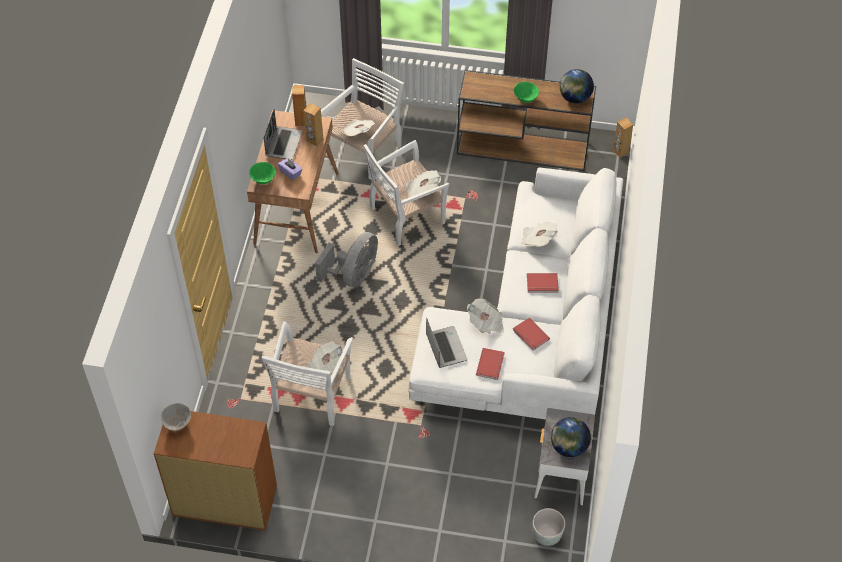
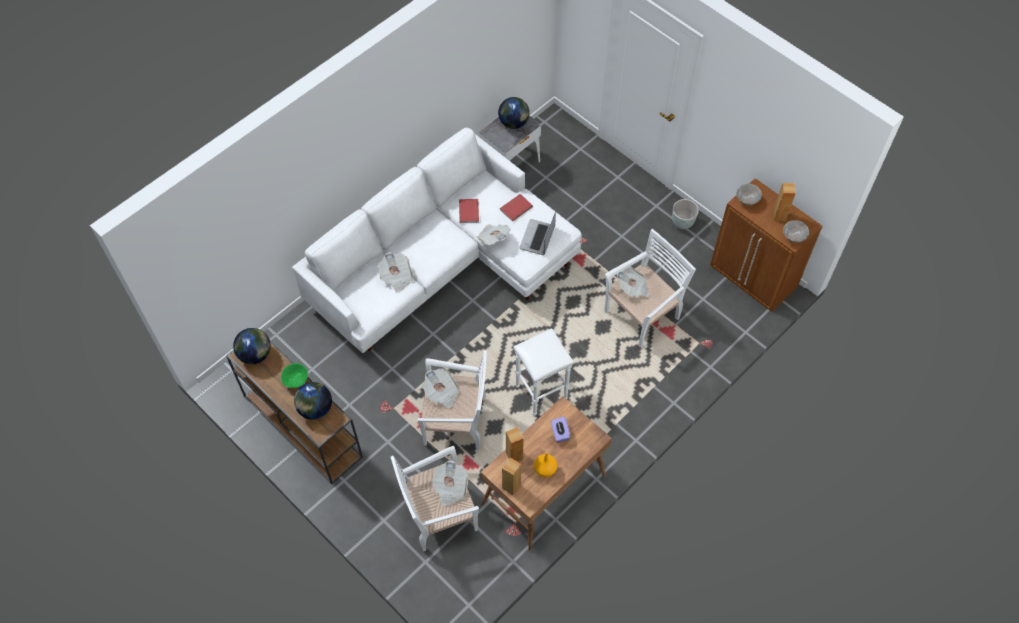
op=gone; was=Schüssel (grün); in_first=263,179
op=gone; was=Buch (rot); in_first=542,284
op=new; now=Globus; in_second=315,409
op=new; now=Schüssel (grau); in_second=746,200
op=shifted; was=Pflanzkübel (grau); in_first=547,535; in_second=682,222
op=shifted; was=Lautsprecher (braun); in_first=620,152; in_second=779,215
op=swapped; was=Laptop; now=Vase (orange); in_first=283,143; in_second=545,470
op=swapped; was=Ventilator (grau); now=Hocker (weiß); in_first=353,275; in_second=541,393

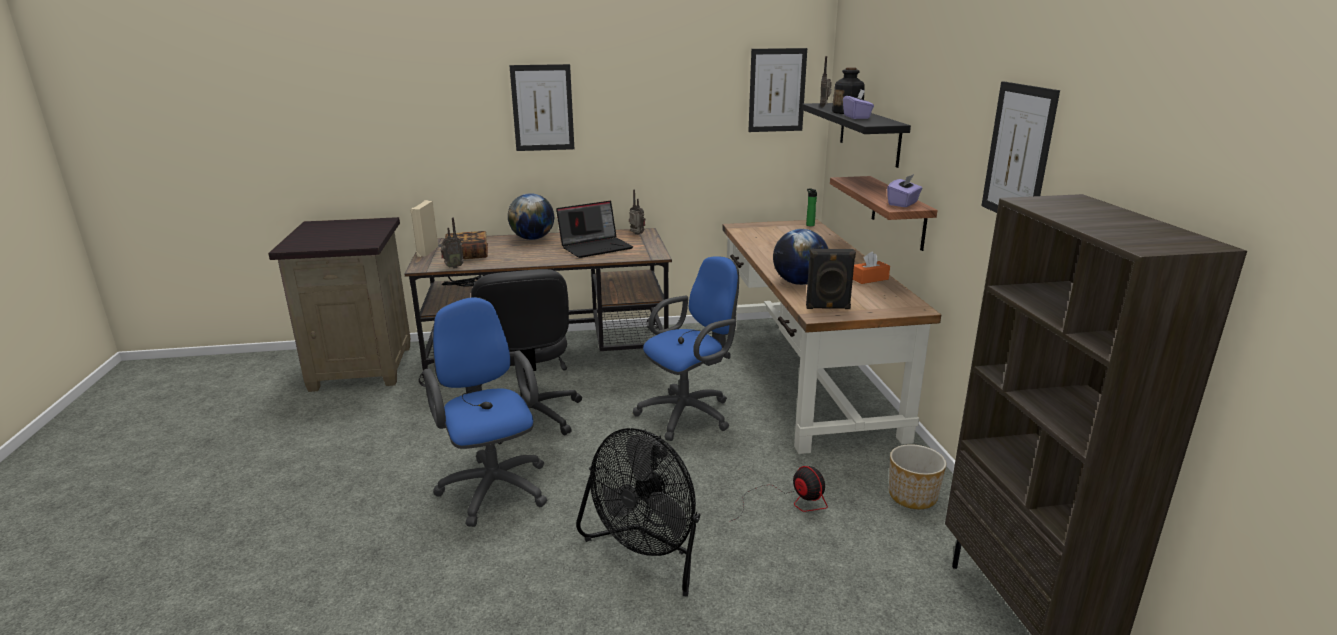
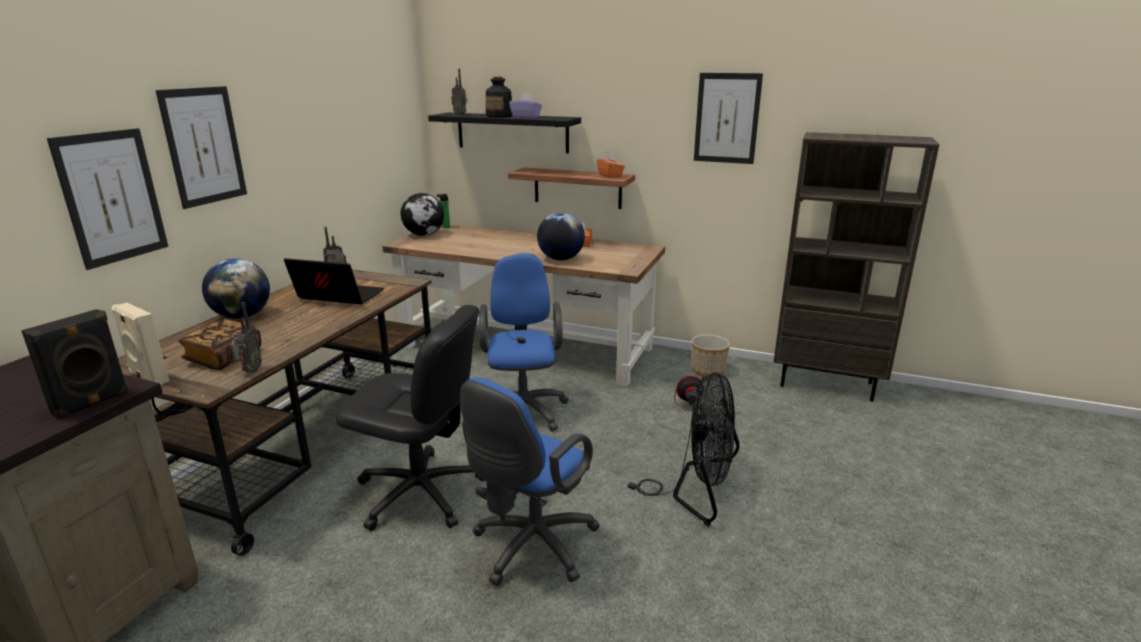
op=new; now=Globus; in_second=424,234
op=shifted; was=Bild; in_first=777,90; in_second=112,197
op=shifted; was=Lautsprecher (schwarz); in_first=828,307; in_second=92,403
op=repainted; was=Taschentuchbox (lila); now=Taschentuchbox (orange); in_first=903,203; in_second=610,175
op=rotated; was=Bürostuhl (blau); in_first=493,485; in_second=530,548; clockwise=-60
op=rotated; was=Laptop; in_first=596,247; in_second=337,297; clockwise=-75
op=rotated; was=Ventilator (schwarz); in_first=647,549; in_second=695,487; clockwise=-45

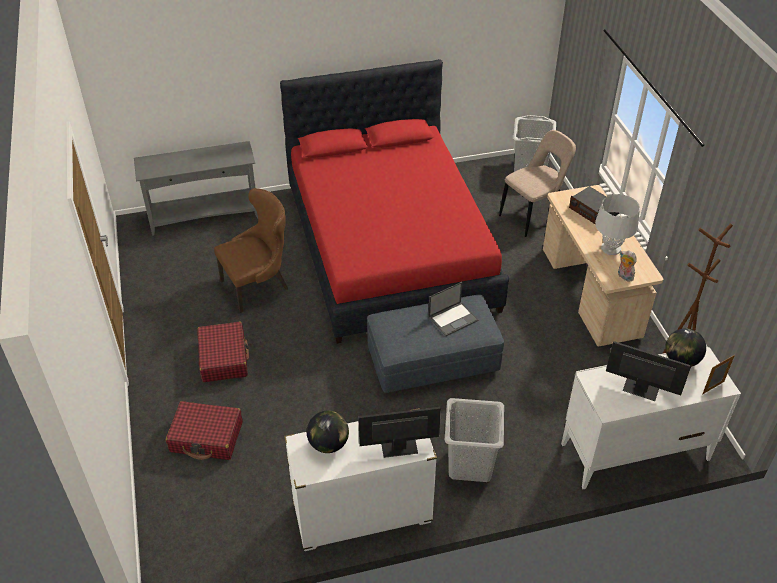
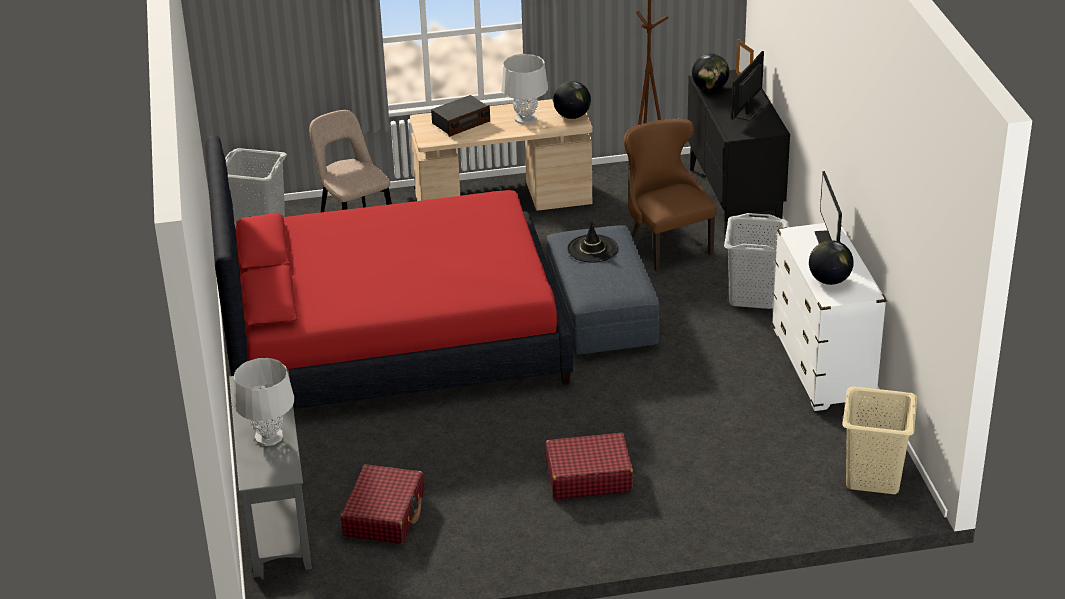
op=new; now=Tischlampe (grau); in_second=268,437
op=new; now=Wäschekorb (beige); in_second=874,477
op=shifted; was=Koffer (rot); in_first=206,437; in_second=384,515
op=shifted; was=Stuhl (braun); in_first=258,286; in_second=666,244
op=swapped; was=Laptop; now=Hut (schwarz); in_first=453,318; in_second=592,249
op=swapped; was=Plüschtier; now=Globus; in_first=624,276; in_second=572,116
op=repainted; was=Schrank (weiß); now=Schrank (schwarz); in_first=634,451; in_second=734,200

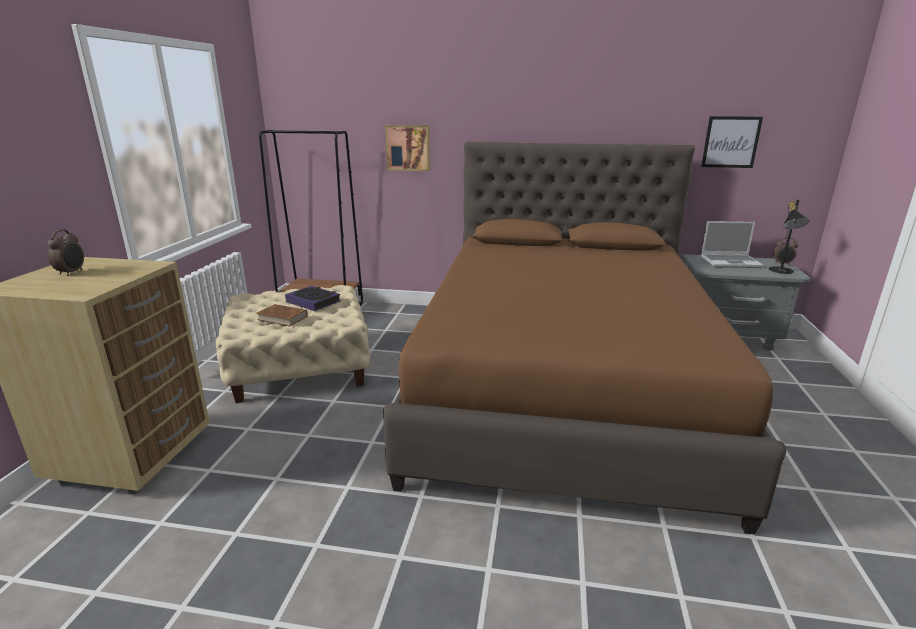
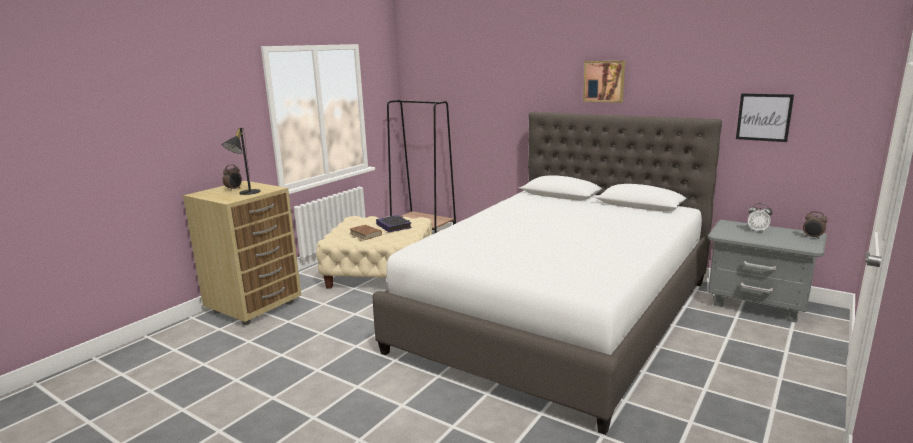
op=shifted; was=Bild; in_first=408,147; in_second=604,81
op=shifted; was=Tischlampe (schwarz); in_first=781,271; in_second=245,193
op=swapped; was=Laptop; now=Wecker; in_first=730,262; in_second=757,230
op=repainted; was=Bett (braun); now=Bett (weiß); in_first=563,384; in_second=558,315

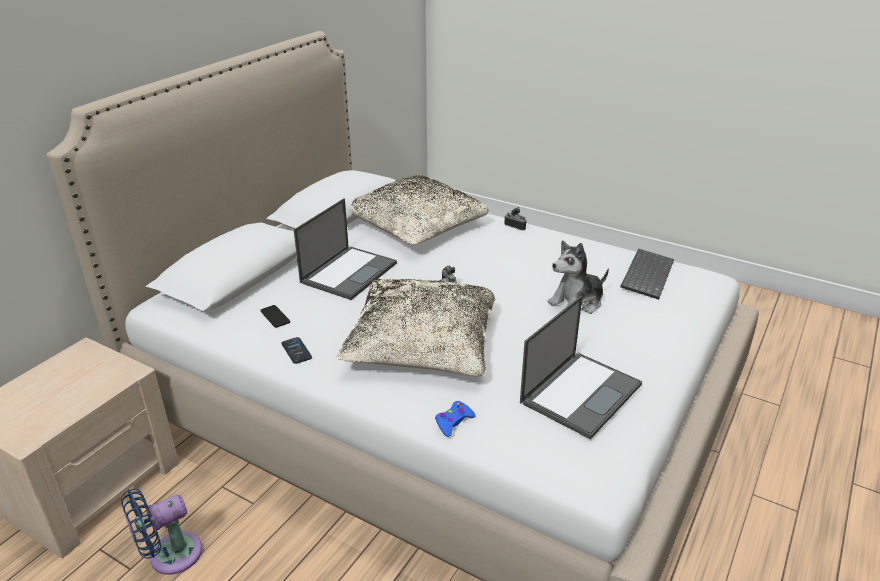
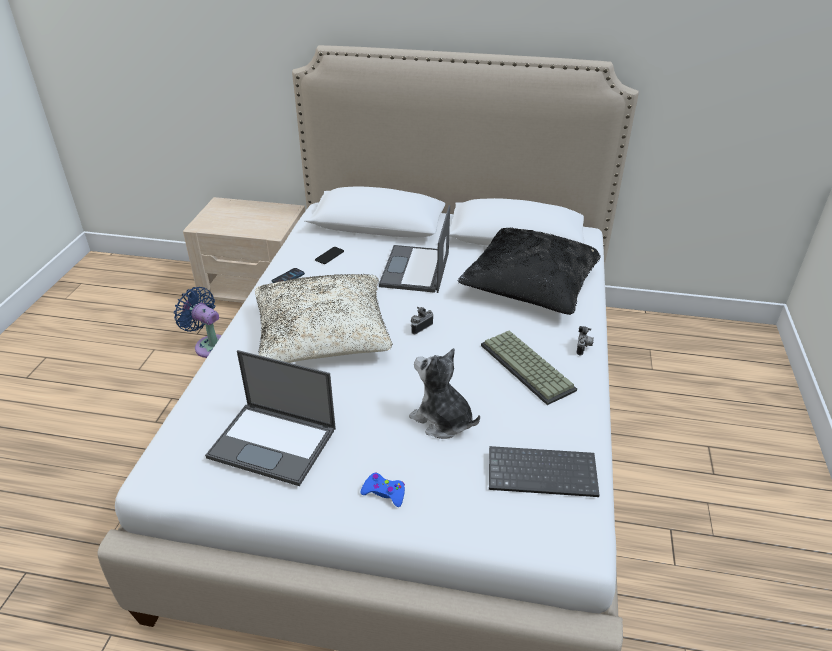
op=new; now=Tastatur; in_second=529,367
op=shifted; was=Gamepad (blau); in_first=453,422; in_second=384,493
op=repainted; was=Kissen (beige); now=Kissen (schwarz); in_first=416,224; in_second=530,283
op=rotated; was=Laptop; in_first=349,272; in_second=415,270; clockwise=90

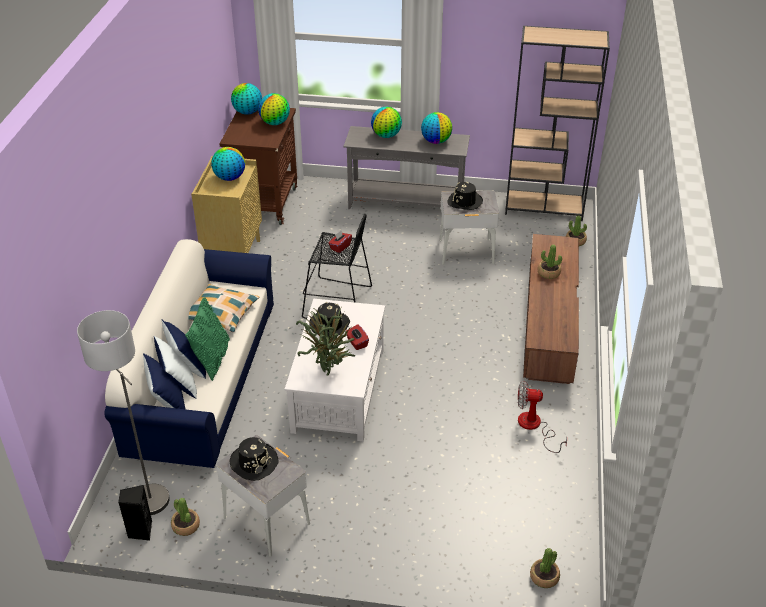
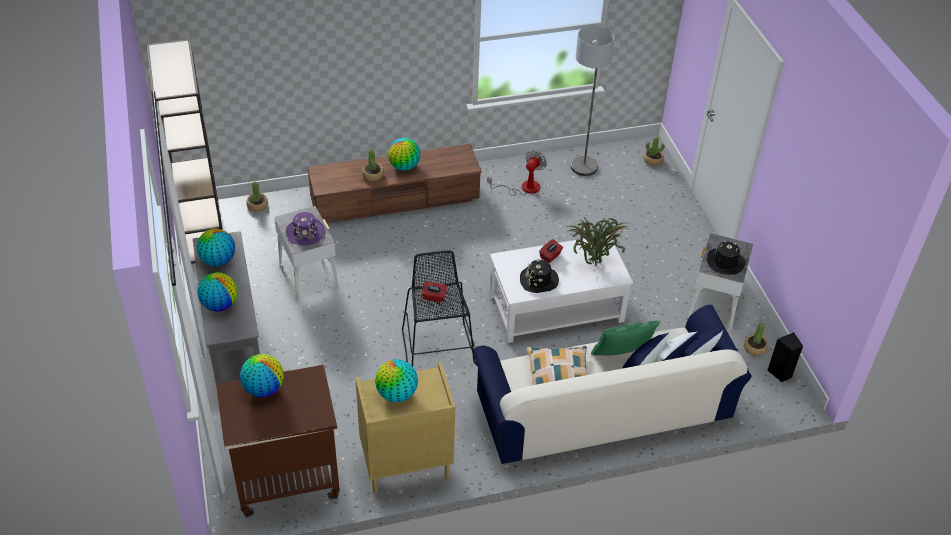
op=shifted; was=Stehlampe (grau); in_first=145,494; in_second=580,172
op=shifted; was=Globus; in_first=247,112; in_second=404,166
op=repainted; was=Hut (schwarz); now=Hut (lila); in_first=464,202; in_second=305,232
op=rotated; was=Ventilator; in_first=534,427; in_second=523,188; clockwise=-135

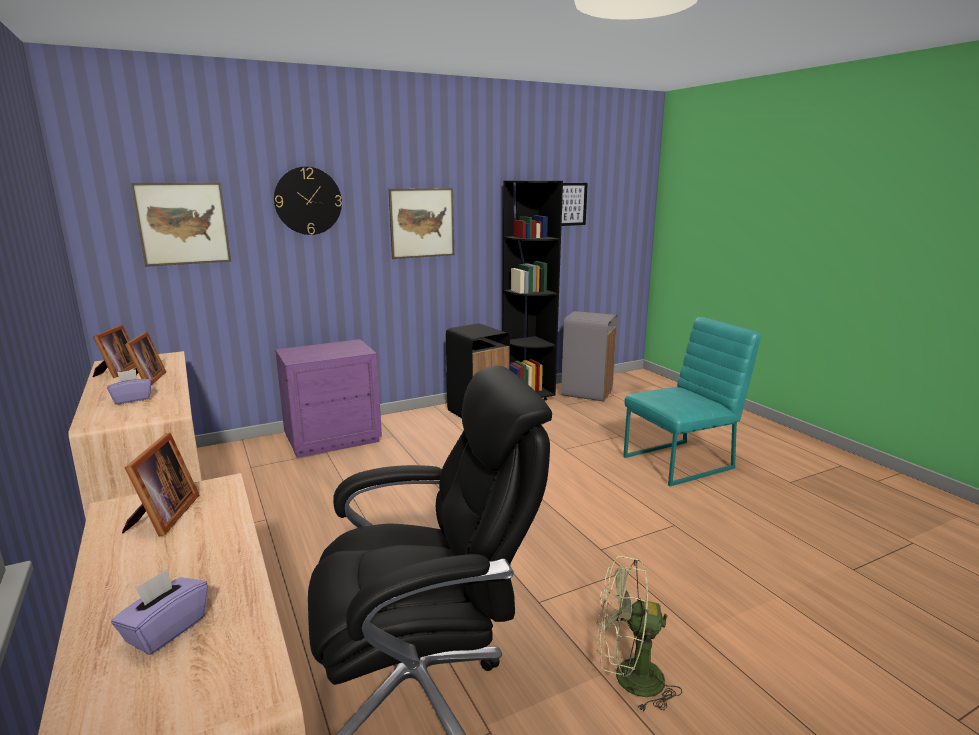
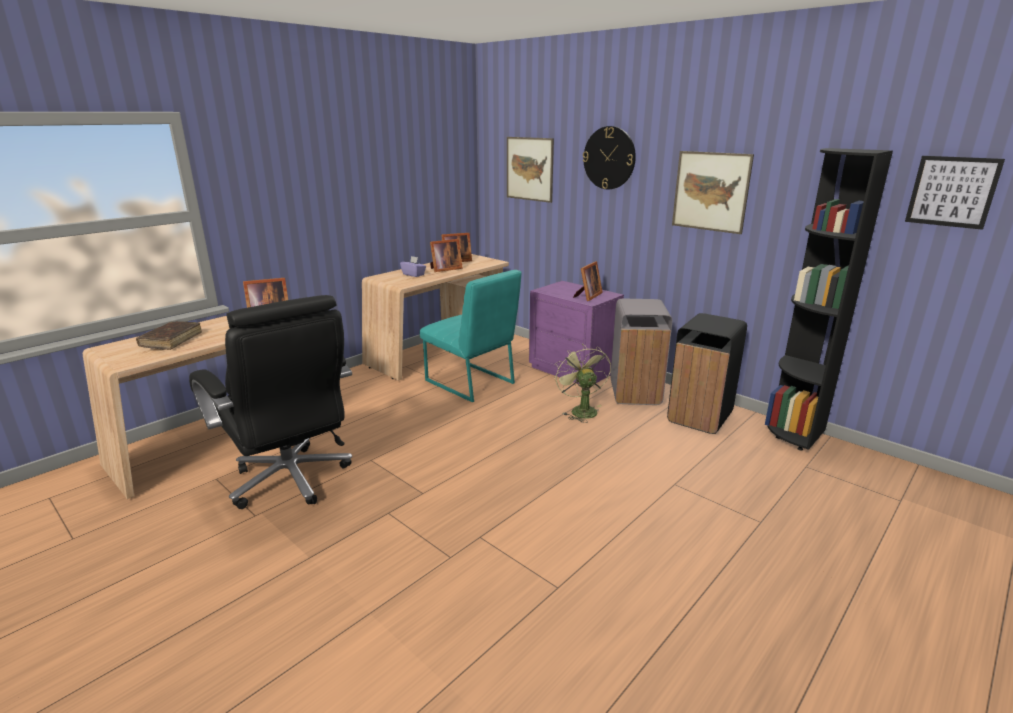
op=new; now=Bilderrahmen; in_second=587,296
op=shifted; was=Mülleimer (grau); in_first=586,393; in_second=635,393
op=shifted; was=Ventilator (grün); in_first=628,679; in_second=580,410
op=shifted; was=Stuhl (türkis); in_first=681,462; in_second=471,383
op=swapped; was=Taschentuchbox (lila); now=Buch (braun); in_first=165,630; in_second=171,340

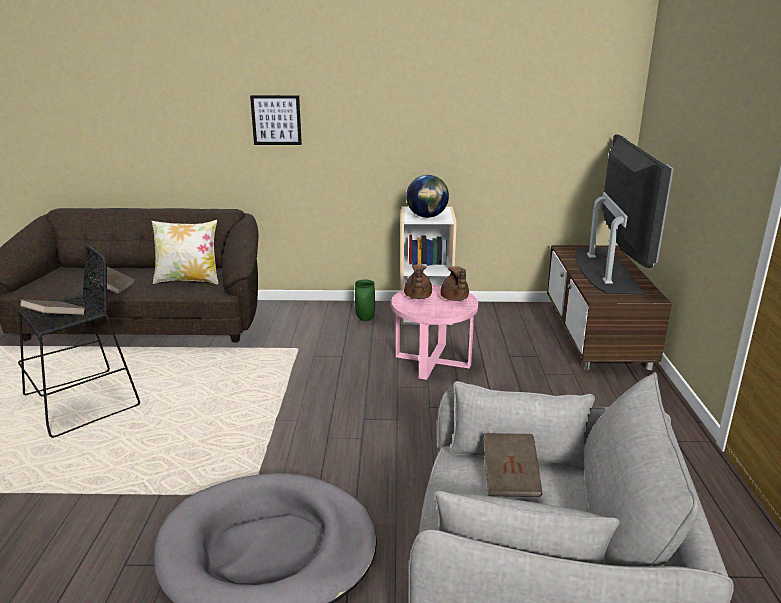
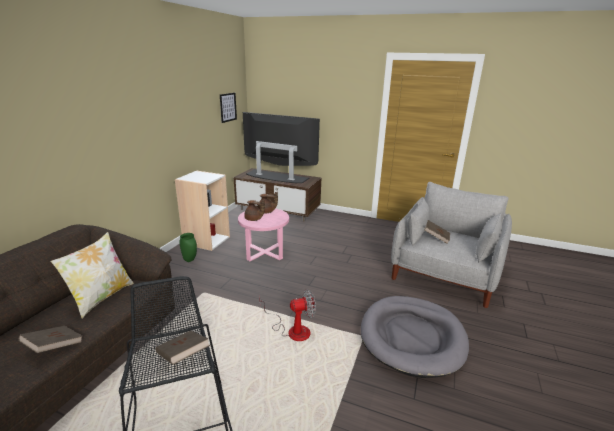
op=gone; was=Globus; in_first=427,216
op=new; now=Ventilator; in_second=292,330
op=shifted; was=Bild; in_first=276,120; in_second=228,107

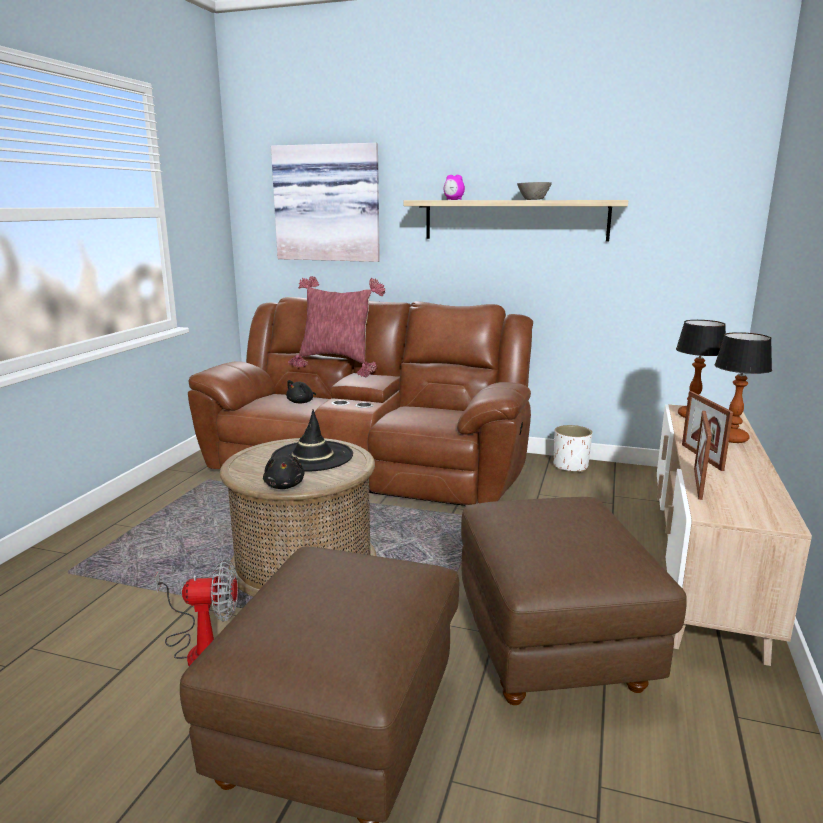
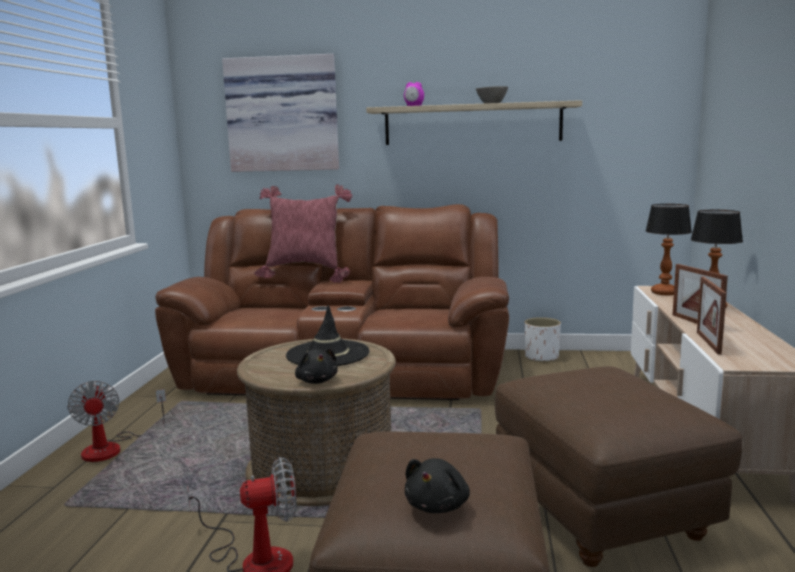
op=new; now=Ventilator; in_second=113,447
op=shifted; was=Plüschtier (schwarz); in_first=301,402; in_second=438,506

